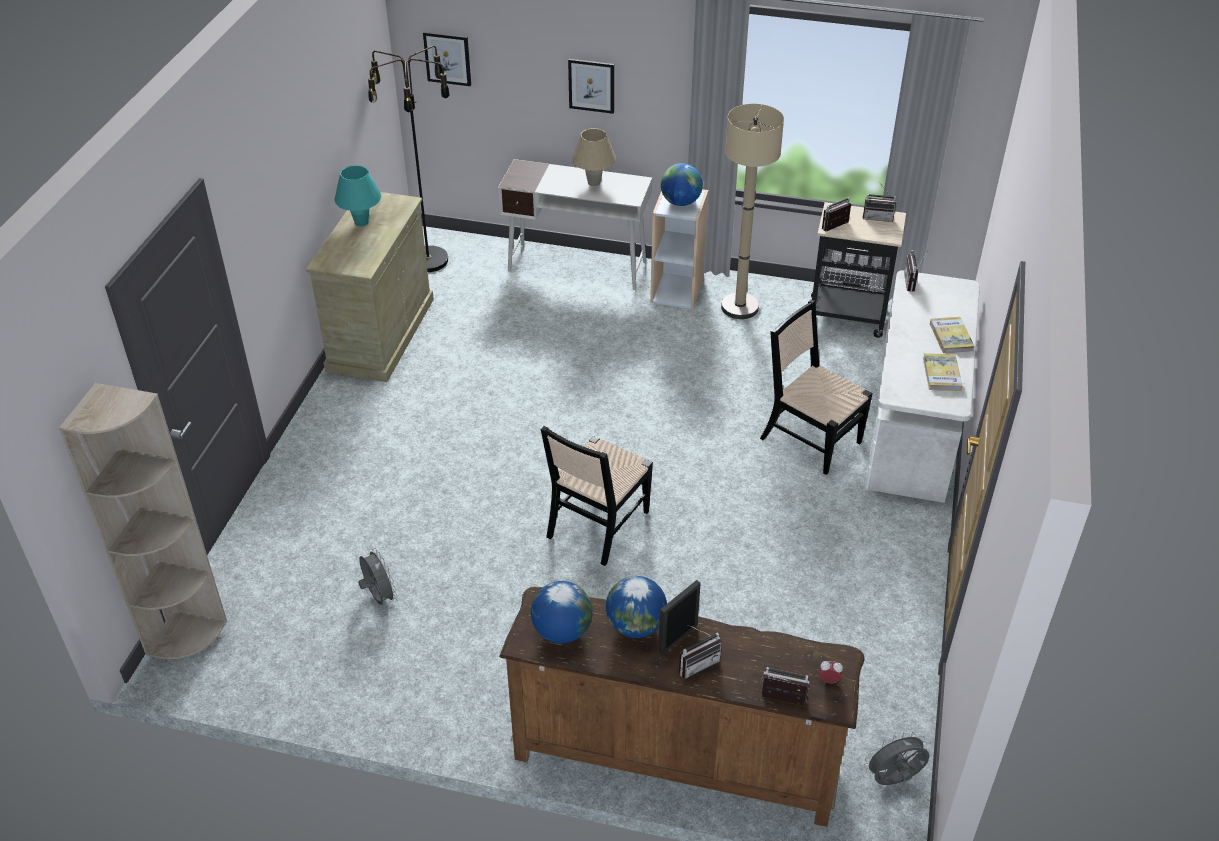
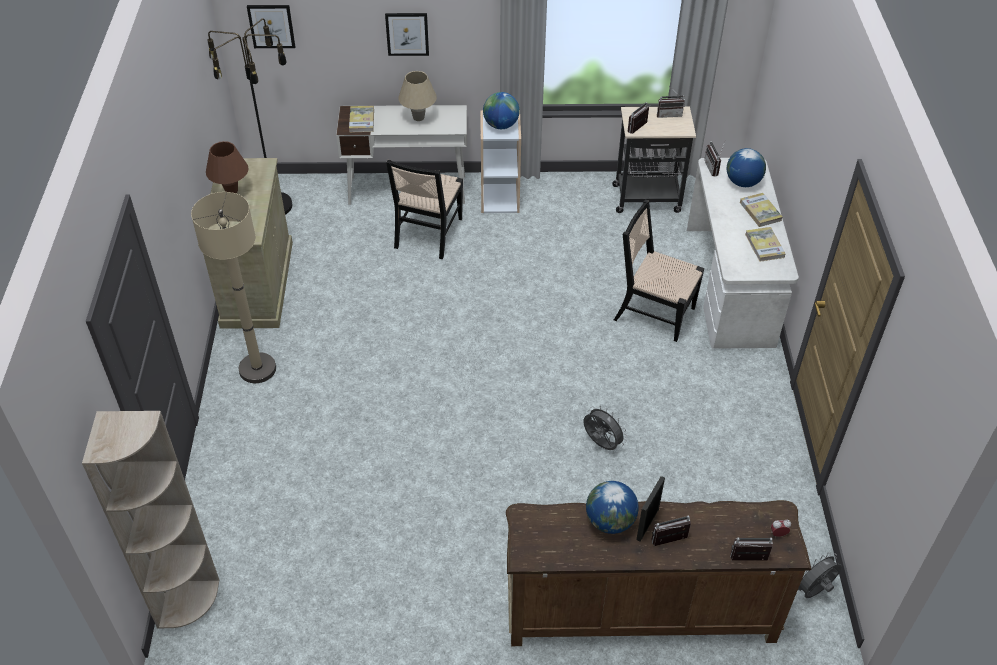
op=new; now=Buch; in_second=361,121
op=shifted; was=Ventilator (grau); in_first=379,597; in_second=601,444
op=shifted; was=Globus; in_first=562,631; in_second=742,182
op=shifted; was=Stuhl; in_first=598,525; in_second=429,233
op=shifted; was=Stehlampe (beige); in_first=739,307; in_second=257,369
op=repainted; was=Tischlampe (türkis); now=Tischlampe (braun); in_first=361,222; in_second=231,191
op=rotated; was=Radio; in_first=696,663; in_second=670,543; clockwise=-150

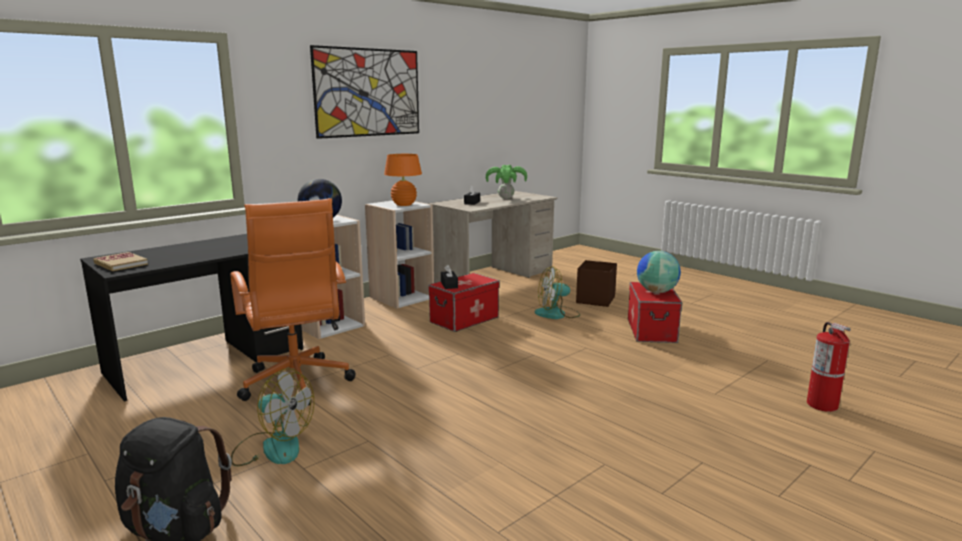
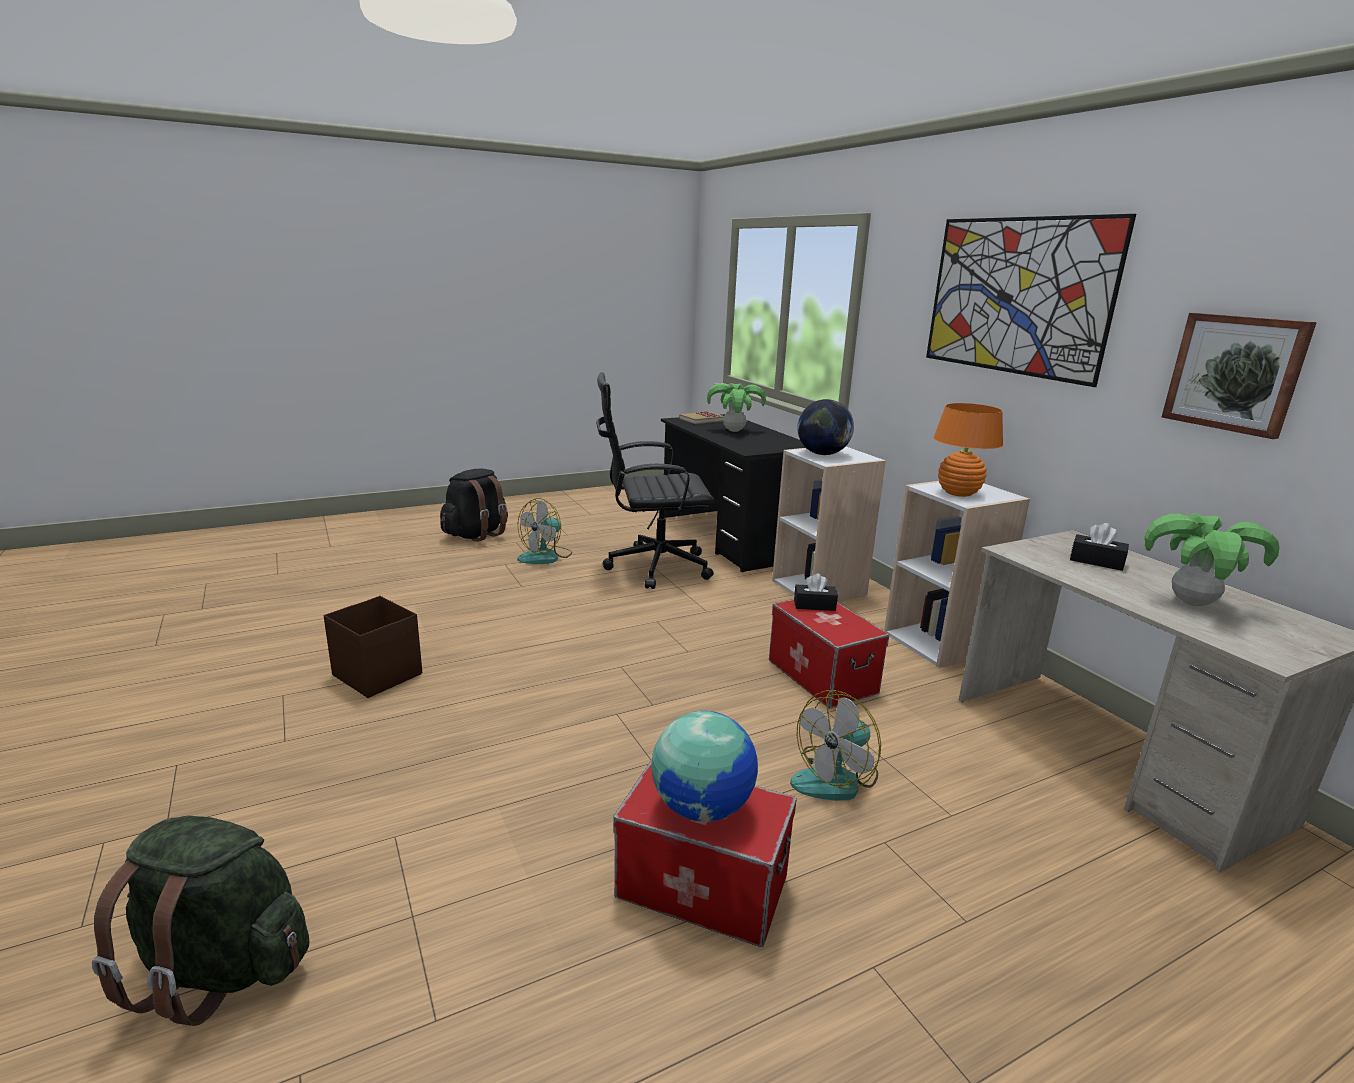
op=new; now=Topfpflanze; in_second=734,431
op=new; now=Bild; in_second=1235,373
op=shifted; was=Aufbewahrungsbox (braun); in_first=595,300; in_second=377,674
op=swapped; was=Feuerlöscher; now=Rucksack (grün); in_first=822,405; in_second=221,967
op=repainted; was=Bürostuhl (orange); now=Bürostuhl (schwarz); in_first=297,385; in_second=653,567
op=rotated; was=Ventilator; in_first=557,314; in_second=836,779; clockwise=-135

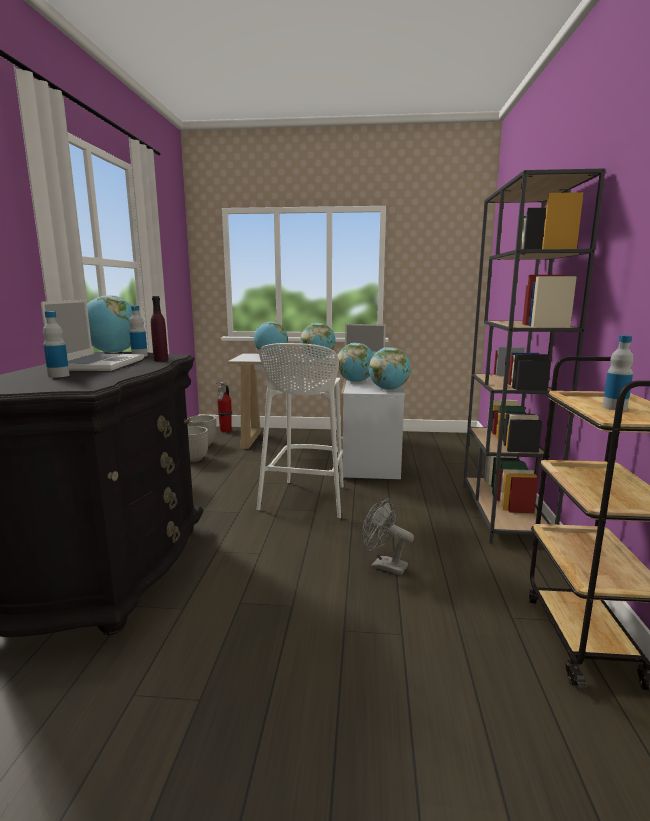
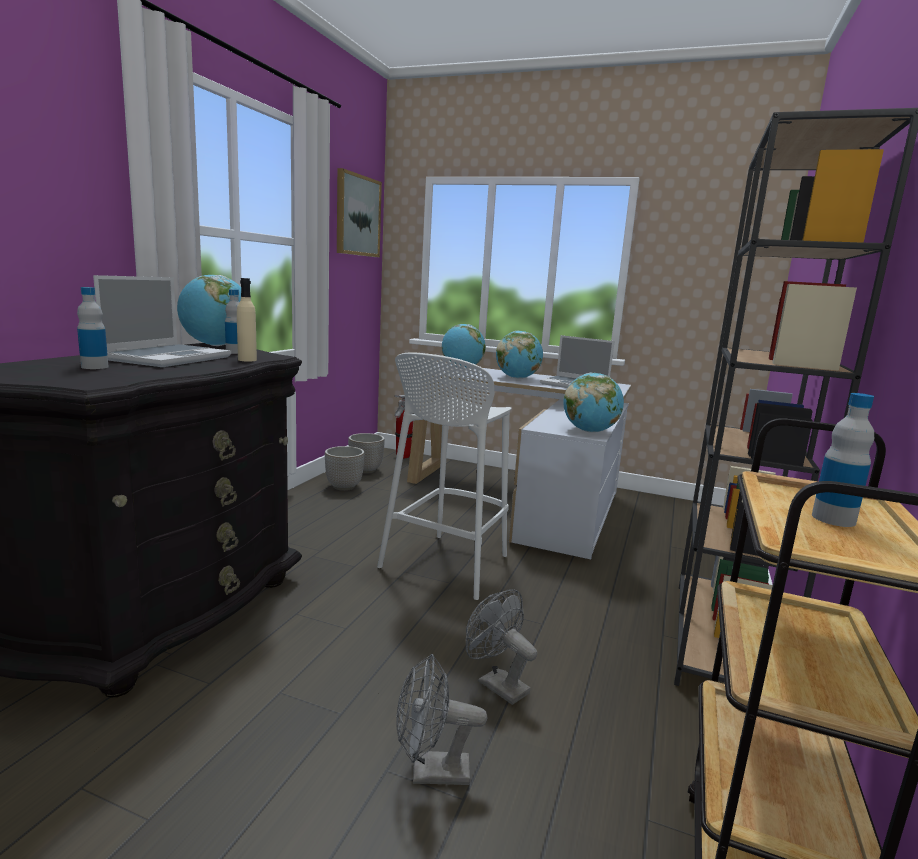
op=gone; was=Globus; in_first=355,381
op=new; now=Bild; in_second=357,215
op=new; now=Ventilator (grau); in_second=430,772
op=repainted; was=Flasche (lila); now=Flasche (beige); in_first=161,360; in_second=247,360

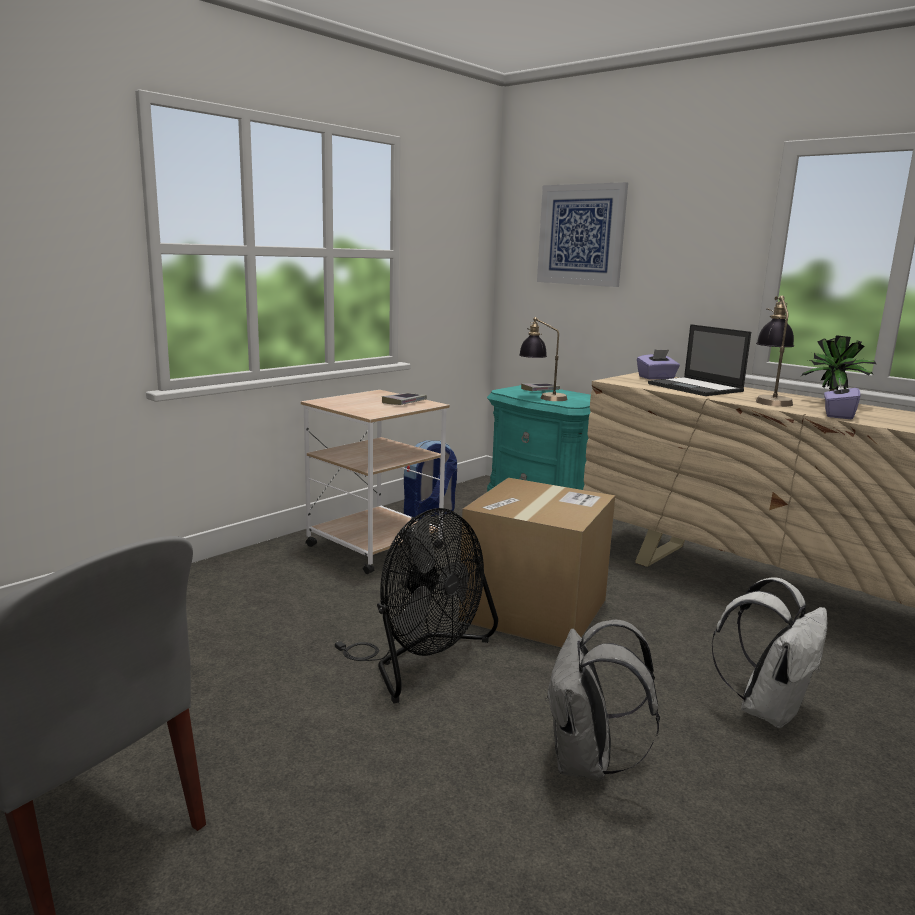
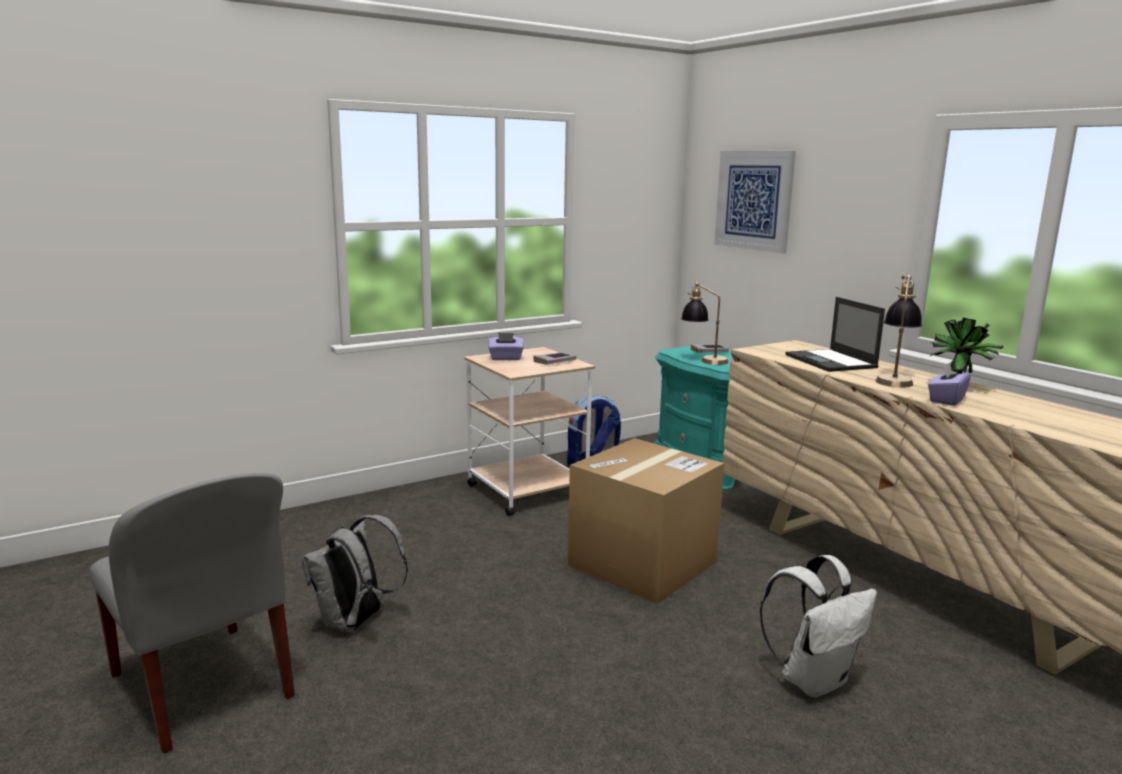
op=gone; was=Ventilator (schwarz); in_first=417,661
op=shifted; was=Rucksack (grau); in_first=587,763; in_second=355,623
op=shifted; was=Taschentuchbox (lila); in_first=656,378; in_second=505,358

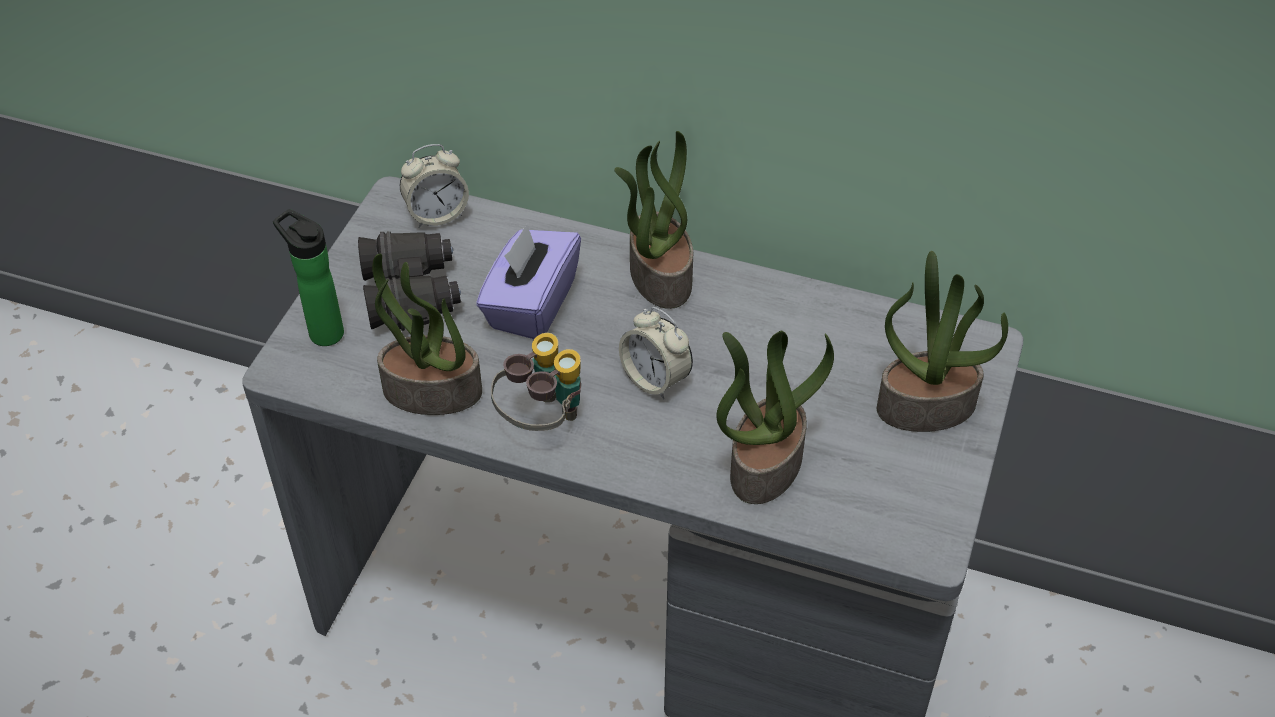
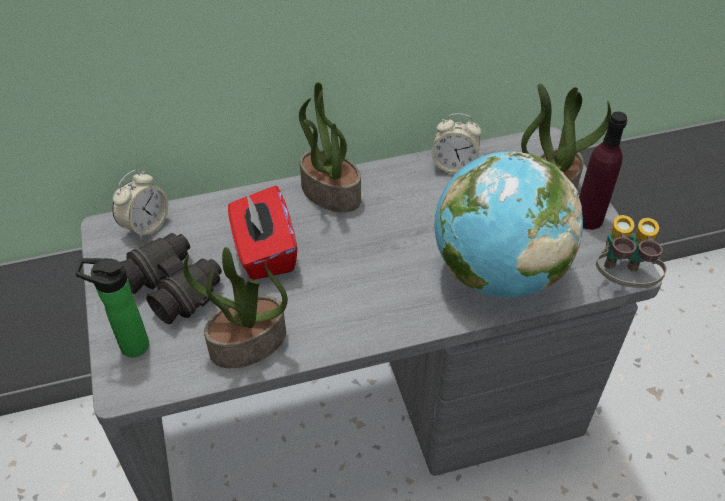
op=new; now=Flasche (lila); in_second=588,218
op=shifted; was=Fernglas; in_first=542,420; in_second=621,280
op=shifted; was=Wecker; in_first=655,379; in_second=454,166
op=swapped; was=Topfpflanze; now=Globus; in_first=765,463; in_second=497,272
op=repainted; was=Taschentuchbox (lila); now=Taschentuchbox (rot); in_first=531,305; in_second=264,252

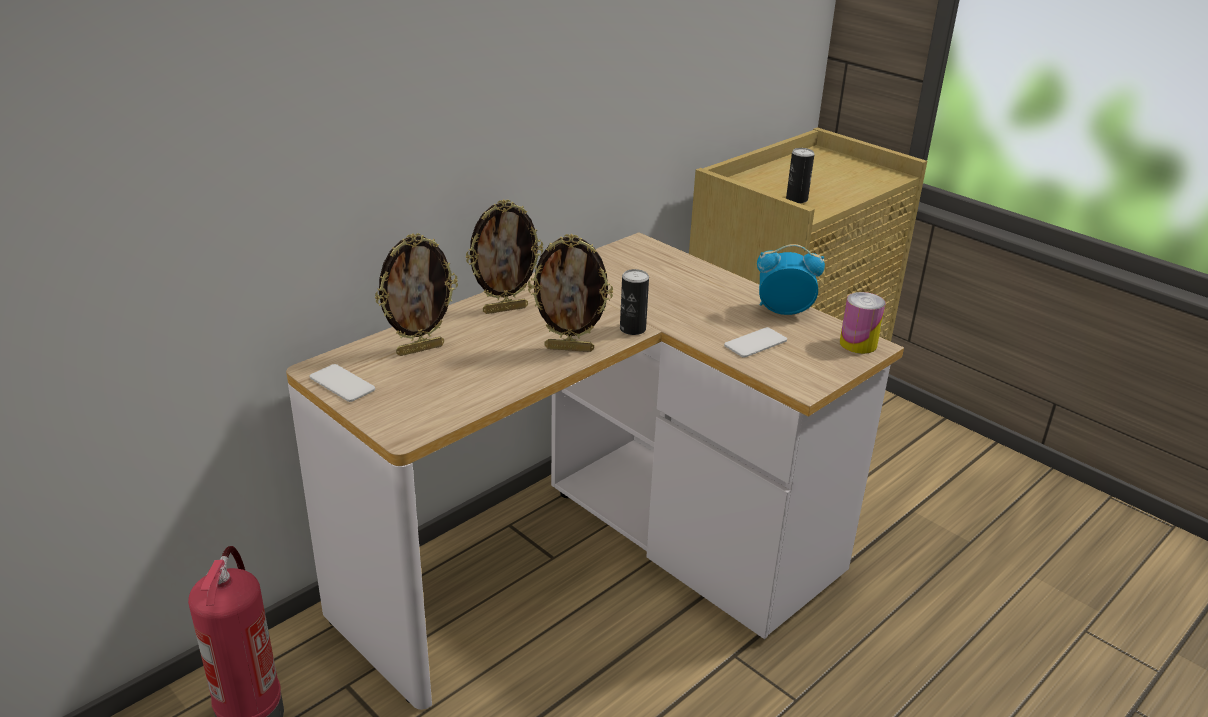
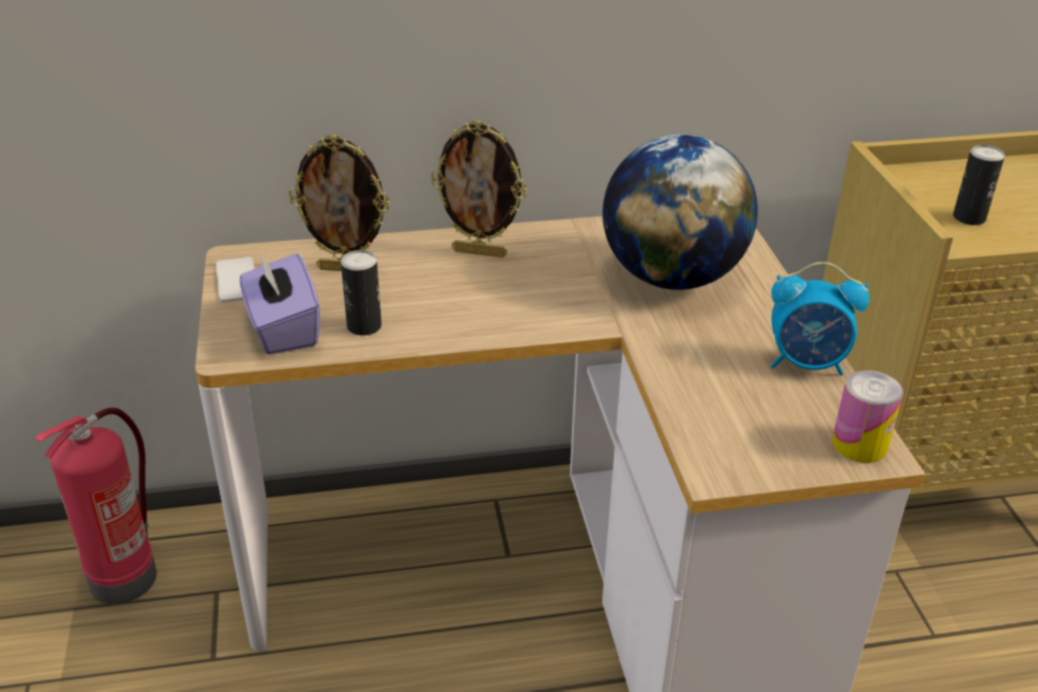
op=gone; was=Bilderrahmen; in_first=569,348
op=gone; was=Handy; in_first=755,343
op=new; now=Taschentuchbox (lila); in_second=283,329
op=new; now=Globus; in_second=672,277
op=shifted; was=Dose; in_first=632,329; in_second=364,326
op=rotated; was=Wecker; in_first=783,311; in_second=807,363; clockwise=150

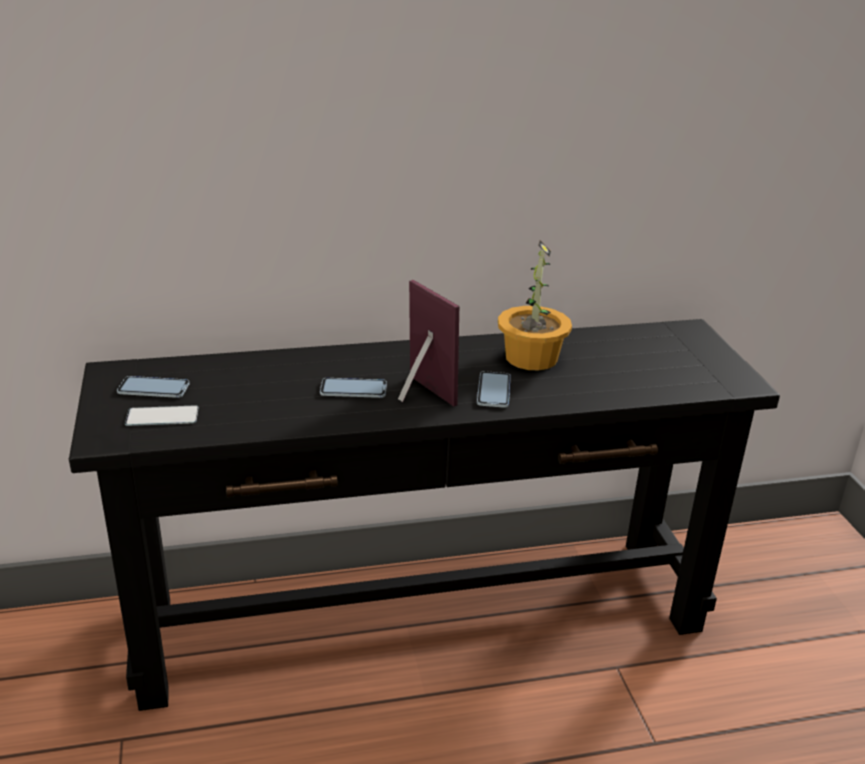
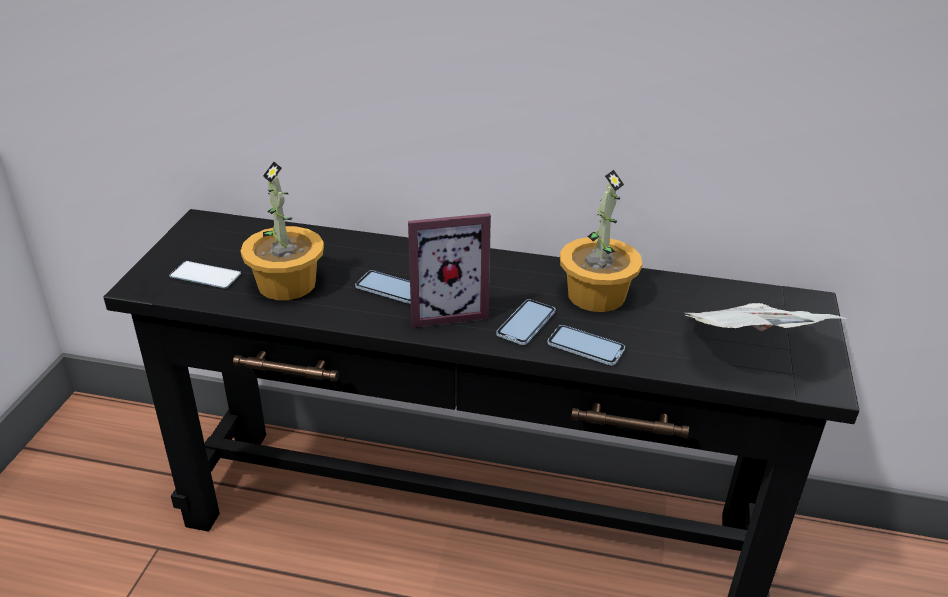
op=new; now=Topfpflanze; in_second=288,284
op=new; now=Zeitung; in_second=752,348
op=shifted; was=Handy; in_first=153,389; in_second=585,347
op=rotated; was=Bilderrahmen; in_first=418,396; in_second=446,310; clockwise=90

